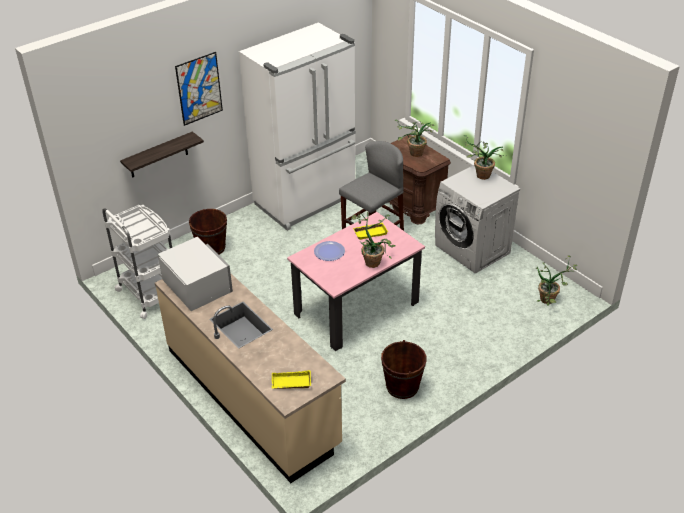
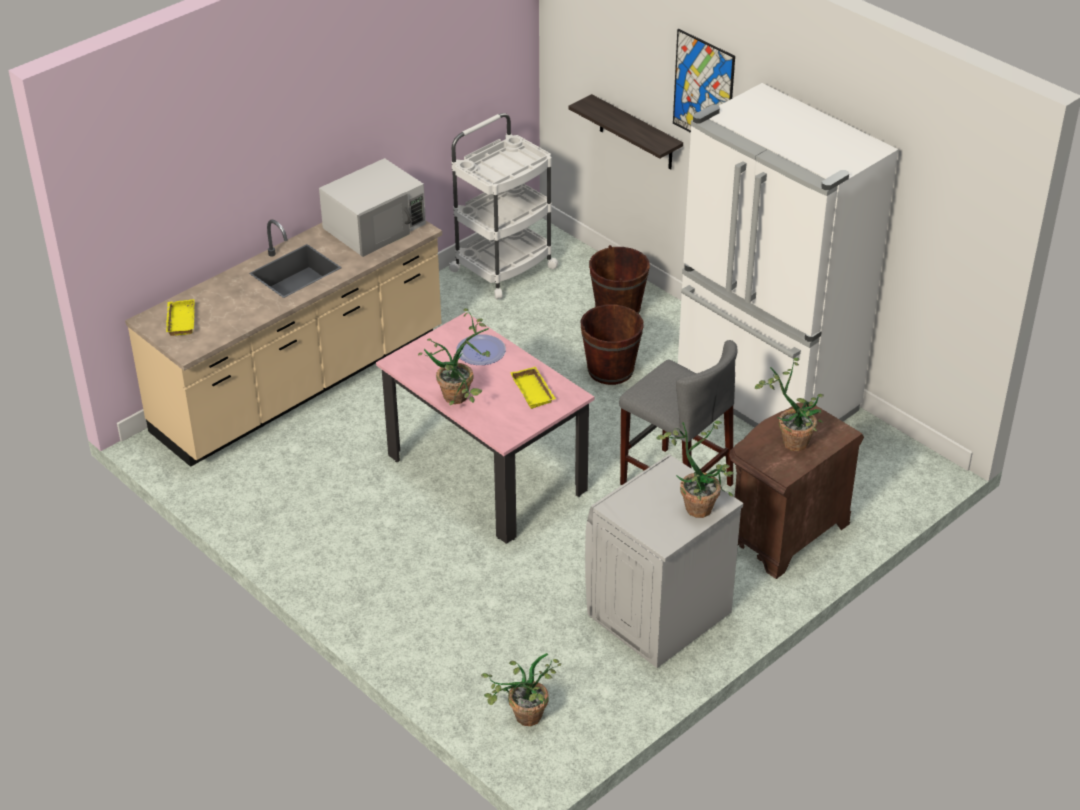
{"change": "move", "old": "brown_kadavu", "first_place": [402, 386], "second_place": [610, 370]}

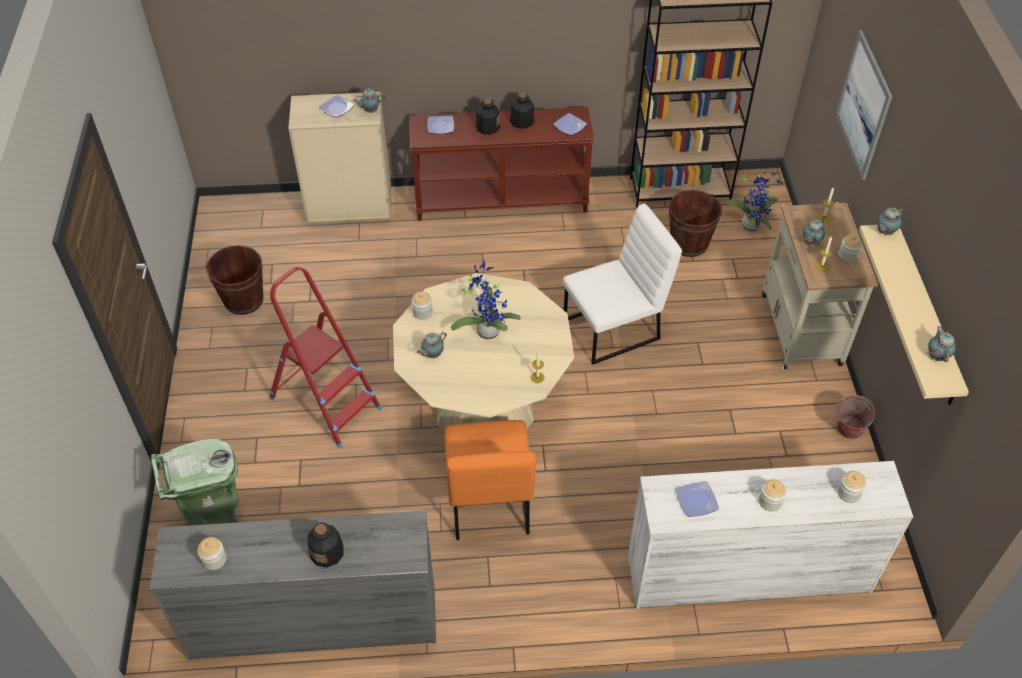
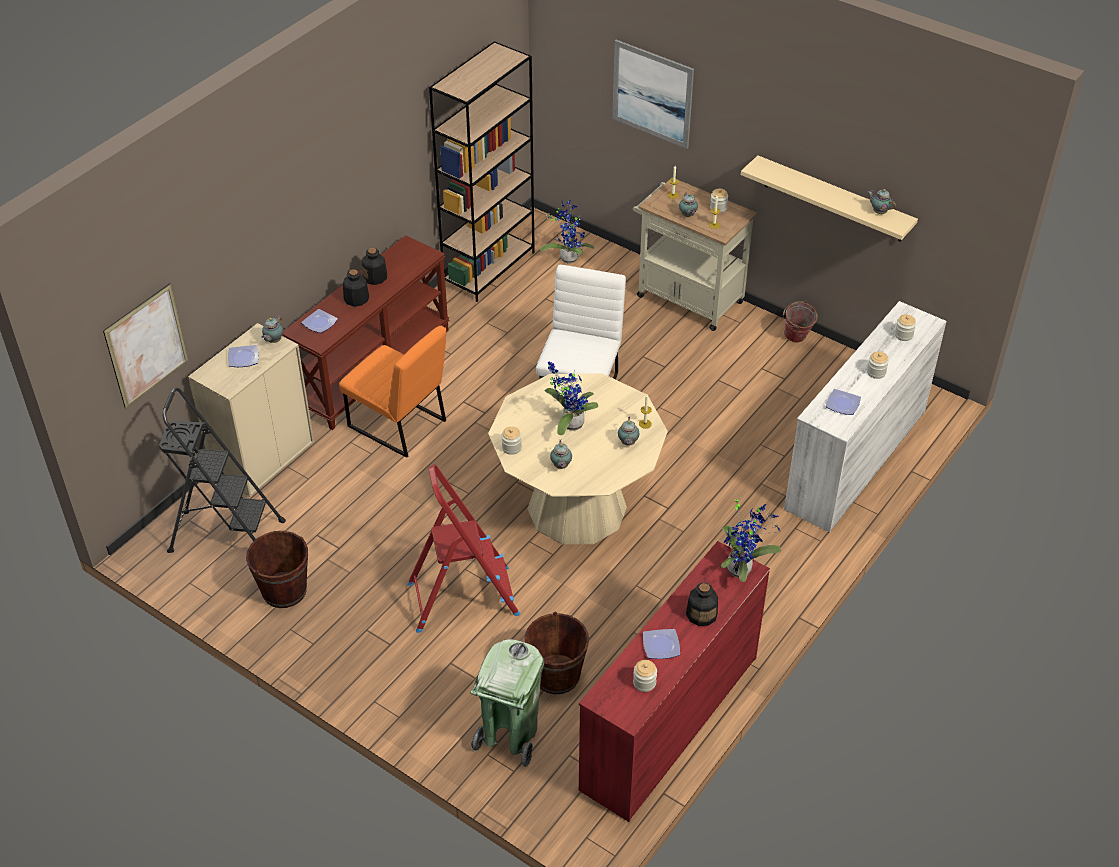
{"change": "move", "old": "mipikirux", "first_place": [570, 126], "second_place": [661, 645]}
{"change": "move", "old": "brown_kadavu", "first_place": [689, 243], "second_place": [556, 675]}
{"change": "move", "old": "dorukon", "first_place": [884, 232], "second_place": [627, 443]}
{"change": "move", "old": "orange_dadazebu", "first_place": [489, 502], "second_place": [399, 425]}
{"change": "recolor", "old": "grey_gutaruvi", "new": "red_gutaruvi", "first_place": [313, 622], "second_place": [668, 722]}
{"change": "insert", "new": "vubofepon", "second_place": [146, 345]}
{"change": "insert", "new": "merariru", "second_place": [225, 535]}
{"change": "insert", "new": "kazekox", "second_place": [742, 568]}

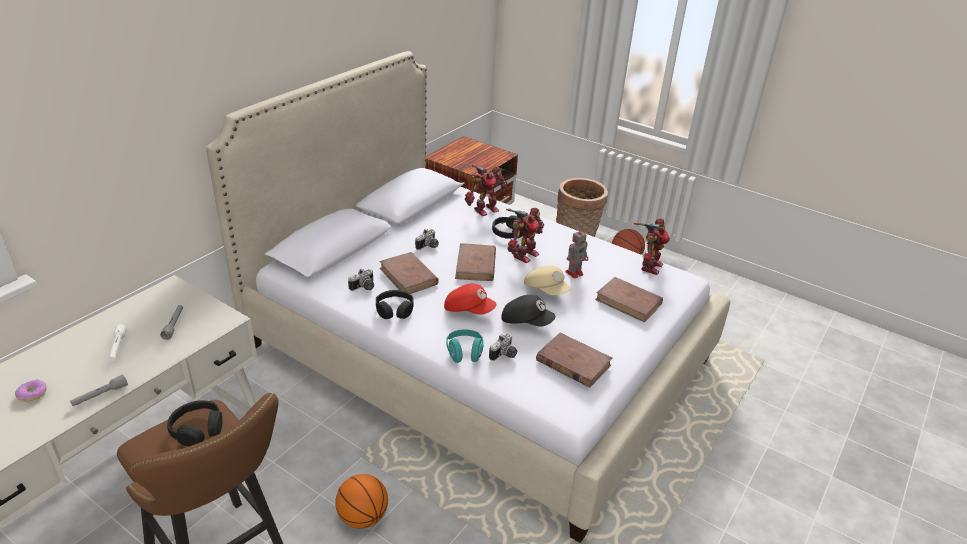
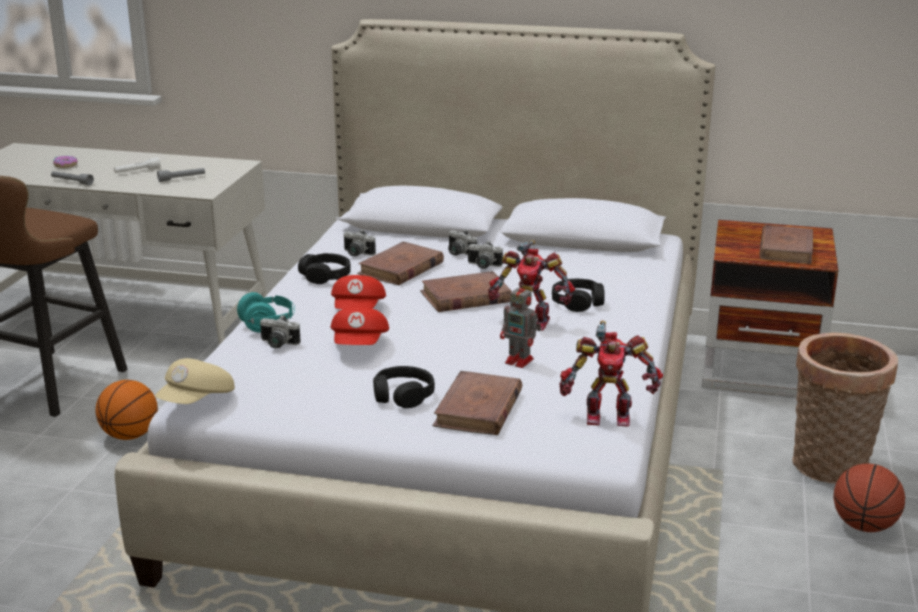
{"change": "delete", "old": "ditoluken", "first_place": [485, 209]}
{"change": "move", "old": "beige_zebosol", "first_place": [546, 290], "second_place": [197, 401]}
{"change": "recolor", "old": "black_zebosol", "new": "red_zebosol", "first_place": [526, 321], "second_place": [360, 345]}
{"change": "move", "old": "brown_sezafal", "first_place": [573, 363], "second_place": [786, 249]}
{"change": "move", "old": "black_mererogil", "first_place": [197, 429], "second_place": [403, 395]}
{"change": "insert", "new": "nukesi", "second_place": [458, 253]}

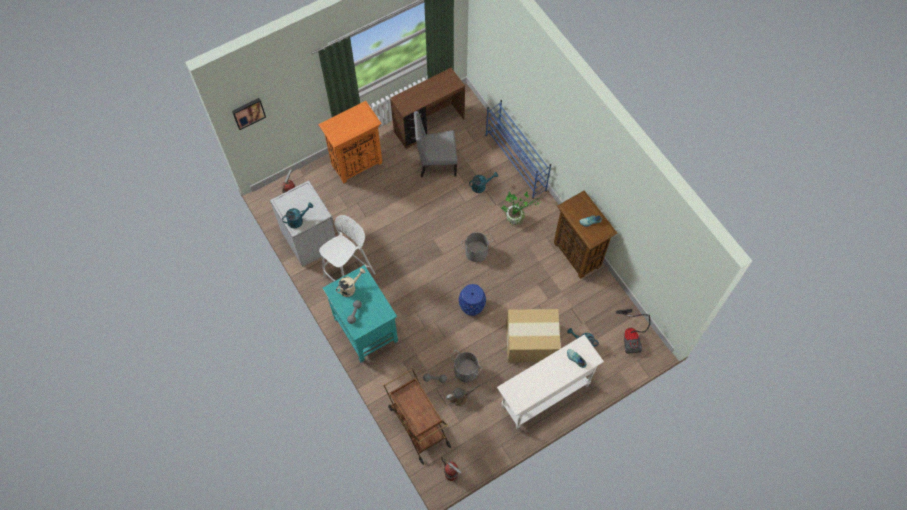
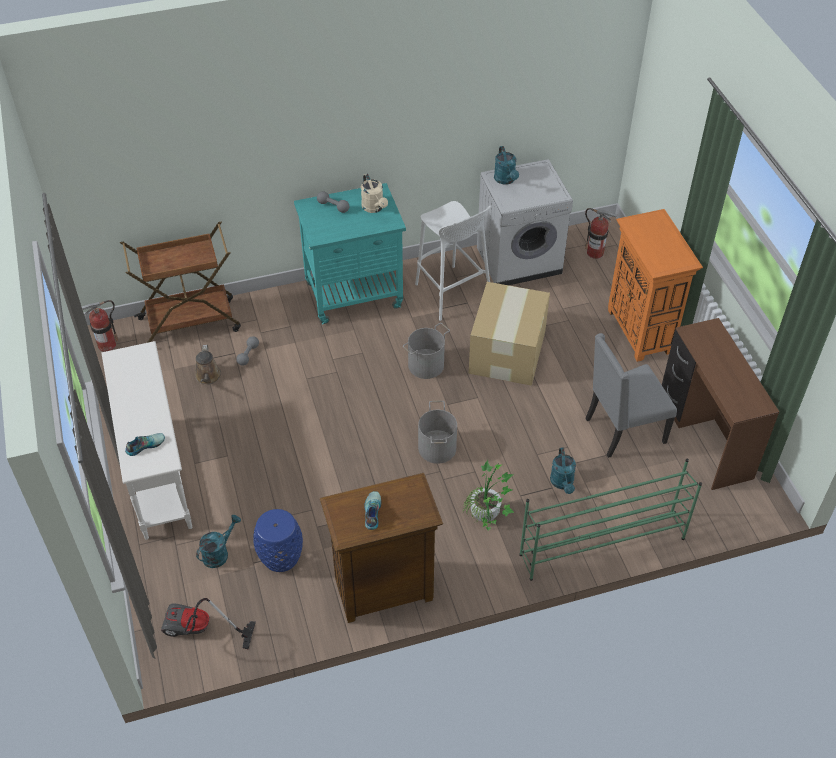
{"change": "delete", "old": "vubofepon", "first_place": [248, 112]}
{"change": "recolor", "old": "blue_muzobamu", "new": "green_muzobamu", "first_place": [515, 163], "second_place": [601, 546]}
{"change": "rotate", "old": "grey_dadazebu", "first_place": [436, 163], "second_place": [623, 430], "degrees": -120}
{"change": "move", "old": "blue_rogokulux", "first_place": [472, 306], "second_place": [280, 557]}
{"change": "move", "old": "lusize", "first_place": [530, 342], "second_place": [508, 351]}
{"change": "move", "old": "grey_kadavu", "first_place": [466, 370], "second_place": [426, 365]}

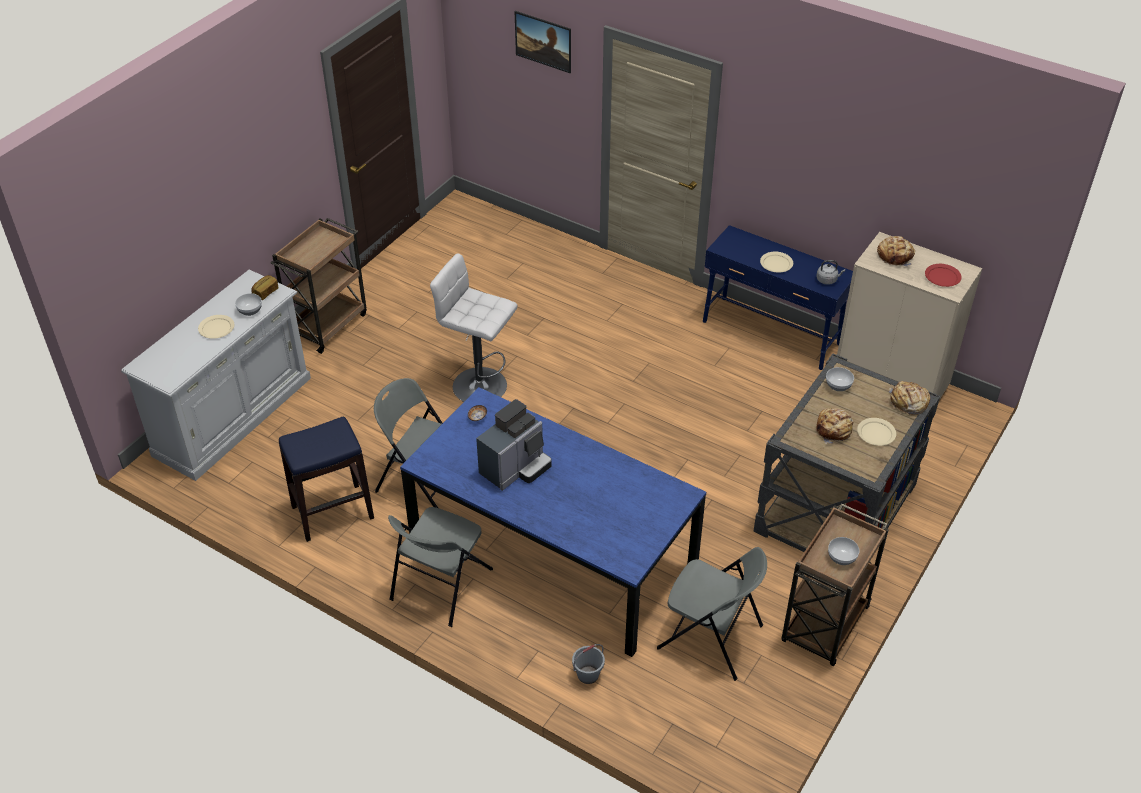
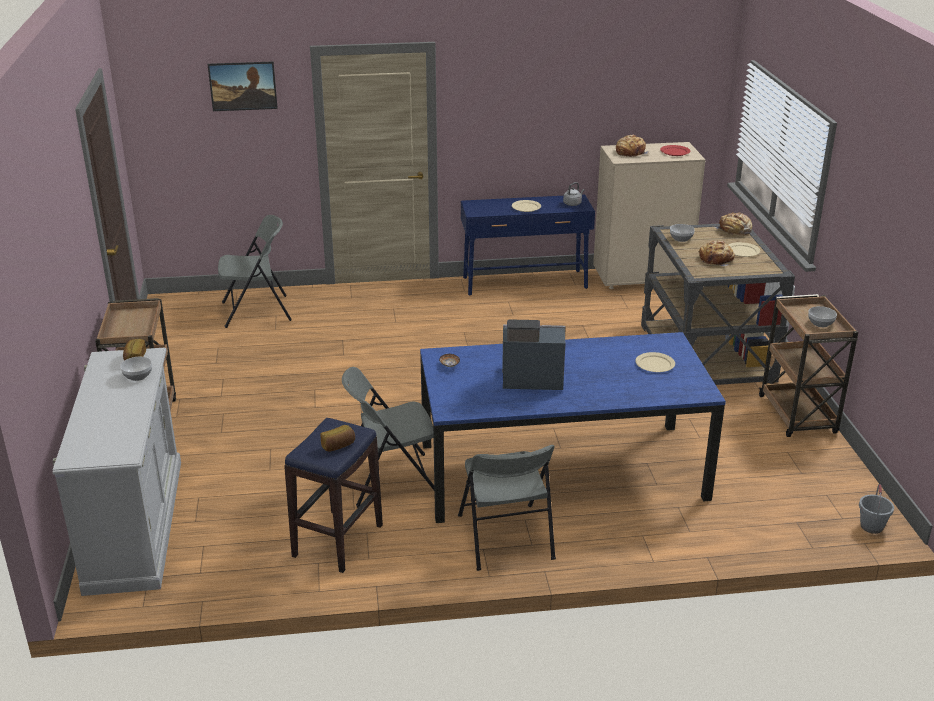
{"change": "delete", "old": "white_rogokulux", "first_place": [479, 385]}
{"change": "move", "old": "beige_mipikirux", "first_place": [217, 328], "second_place": [655, 364]}
{"change": "rotate", "old": "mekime", "first_place": [516, 468], "second_place": [529, 380], "degrees": -90}
{"change": "move", "old": "grey_dadazebu", "first_place": [710, 637], "second_place": [256, 311]}
{"change": "move", "old": "grey_kadavu", "first_place": [588, 675], "second_place": [872, 526]}
{"change": "insert", "new": "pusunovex", "second_place": [338, 446]}

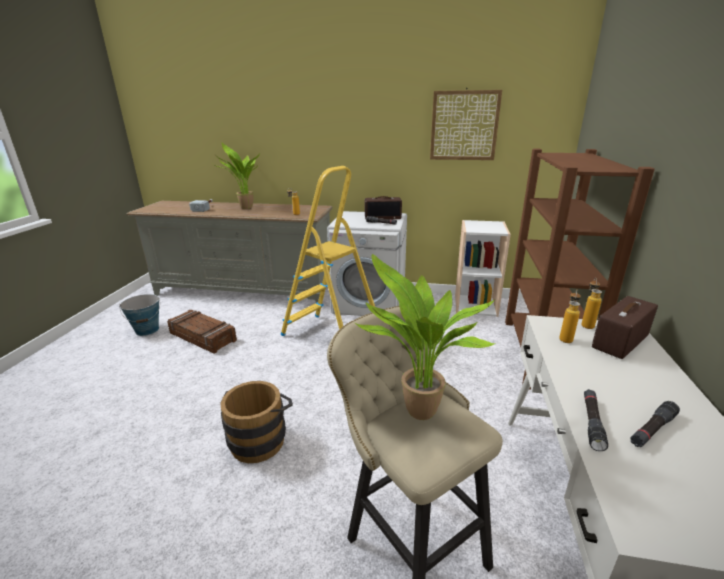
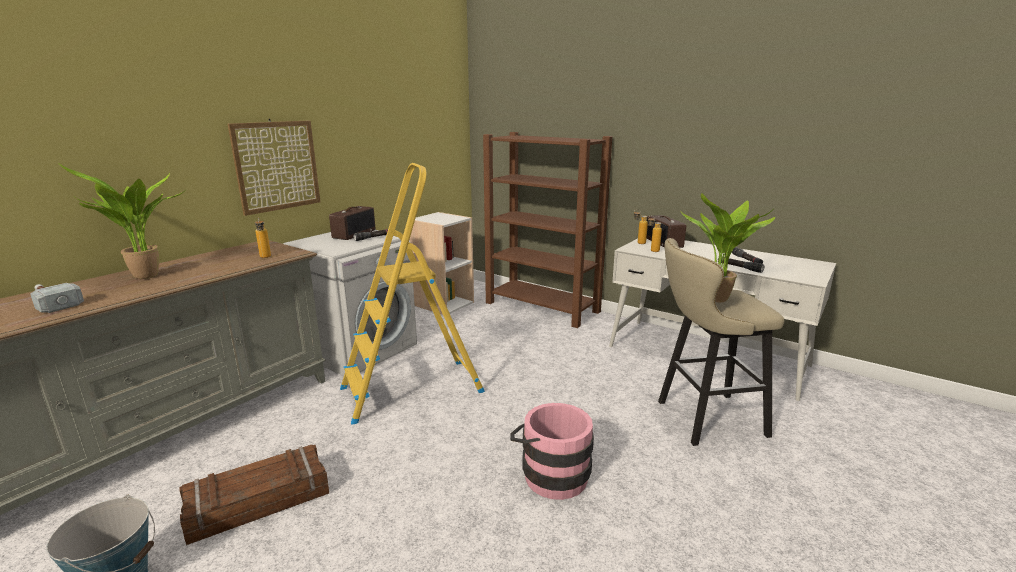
{"change": "move", "old": "vubofepon", "first_place": [464, 124], "second_place": [276, 164]}
{"change": "recolor", "old": "brown_kadavu", "new": "pink_kadavu", "first_place": [261, 438], "second_place": [551, 473]}

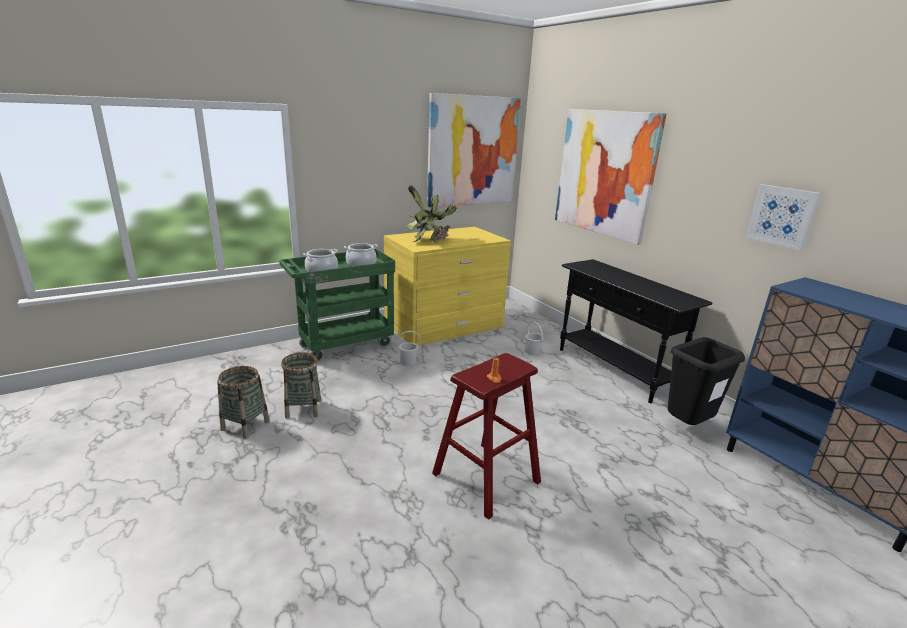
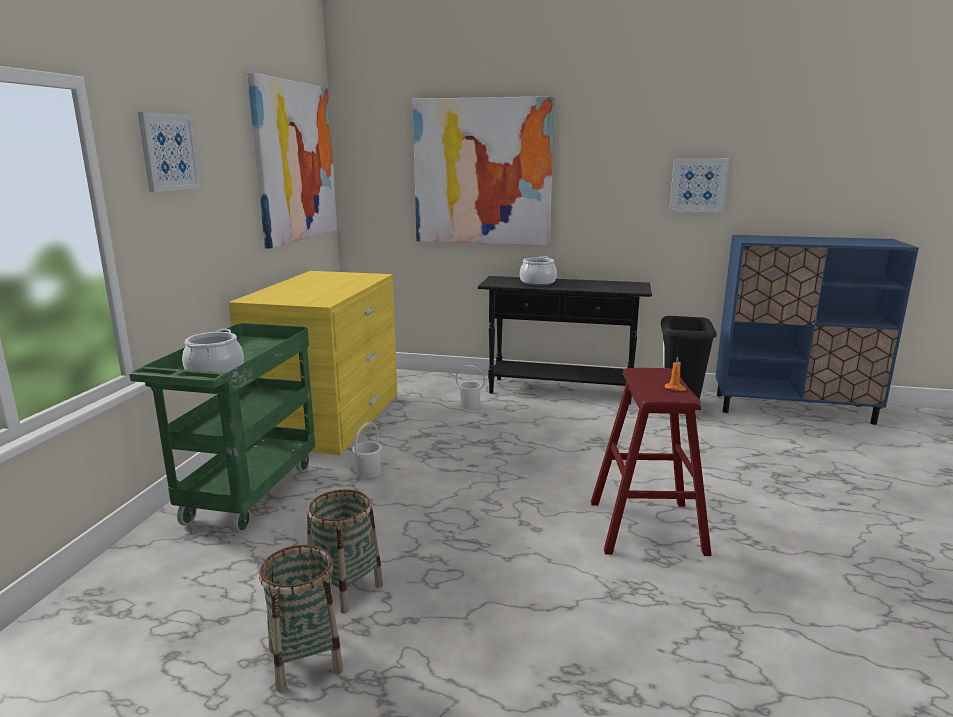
{"change": "delete", "old": "kazekox", "first_place": [430, 240]}
{"change": "move", "old": "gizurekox", "first_place": [361, 265], "second_place": [538, 283]}
{"change": "insert", "new": "vubofepon", "second_place": [168, 152]}

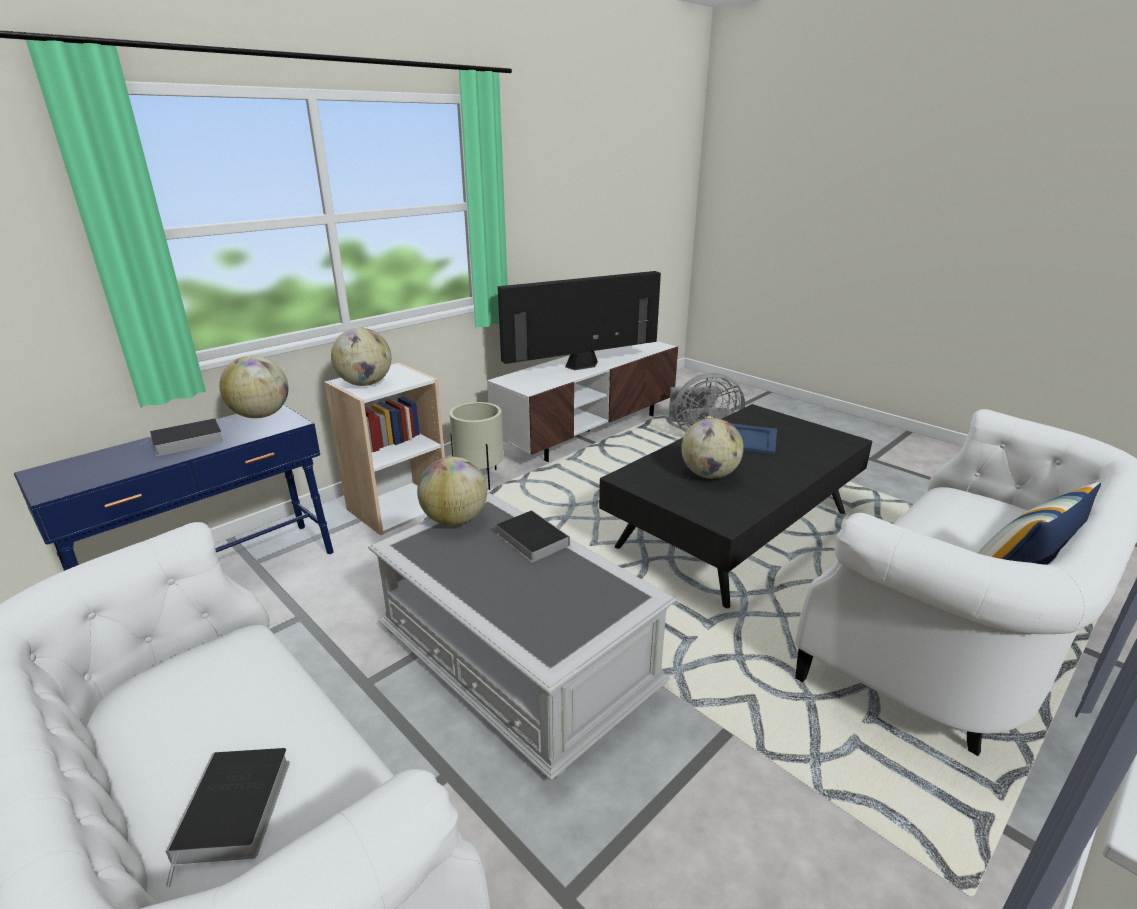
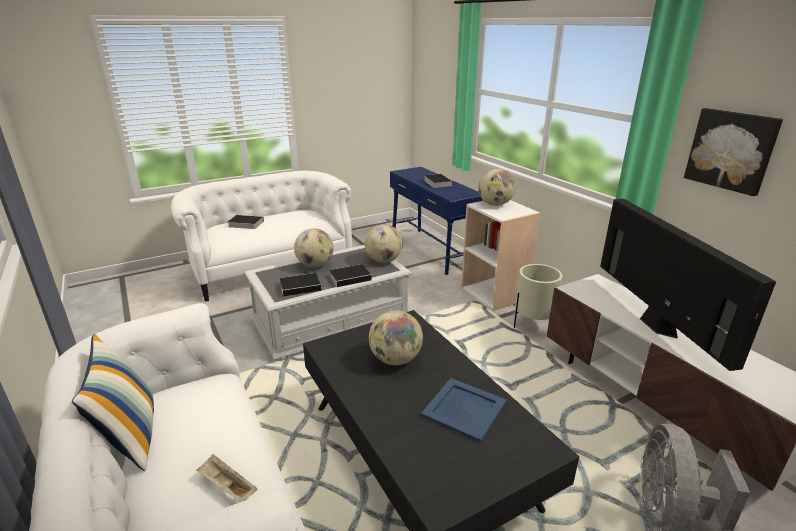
{"change": "move", "old": "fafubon", "first_place": [261, 415], "second_place": [315, 265]}
{"change": "insert", "new": "vubofepon", "second_place": [731, 150]}
{"change": "insert", "new": "sezafal", "second_place": [301, 287]}
{"change": "insert", "new": "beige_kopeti", "second_place": [227, 487]}

